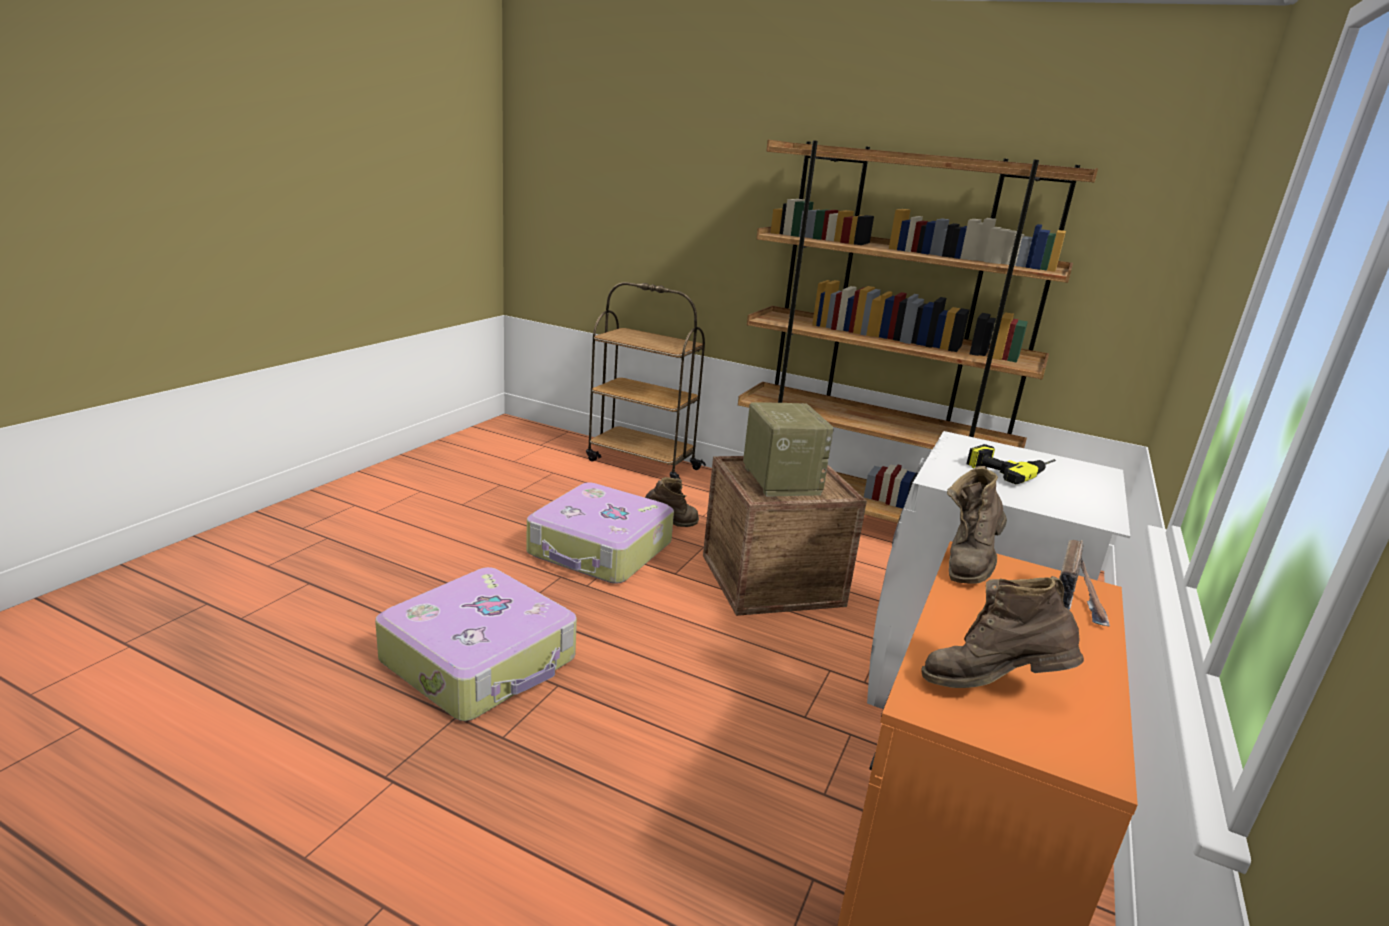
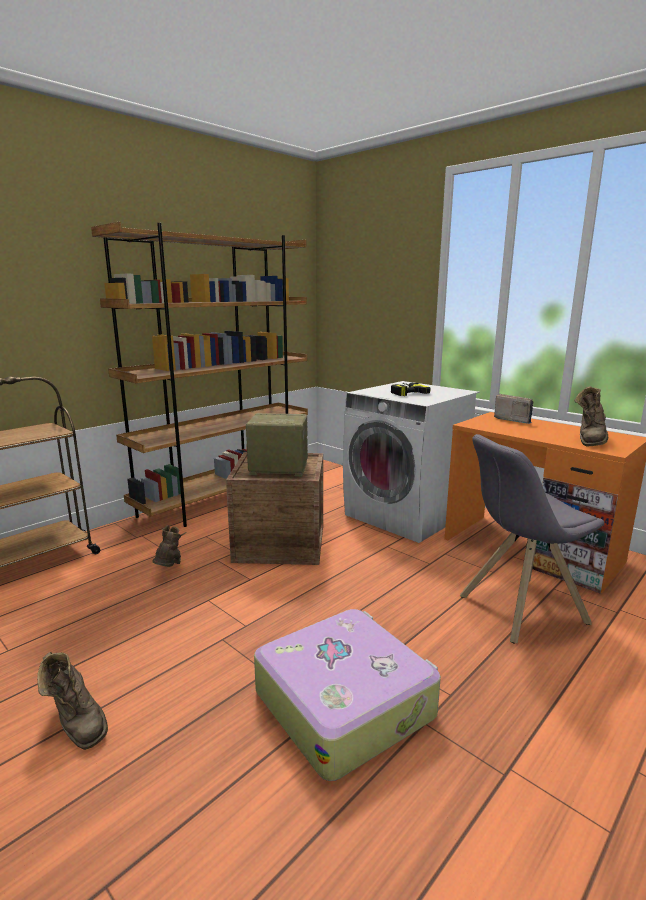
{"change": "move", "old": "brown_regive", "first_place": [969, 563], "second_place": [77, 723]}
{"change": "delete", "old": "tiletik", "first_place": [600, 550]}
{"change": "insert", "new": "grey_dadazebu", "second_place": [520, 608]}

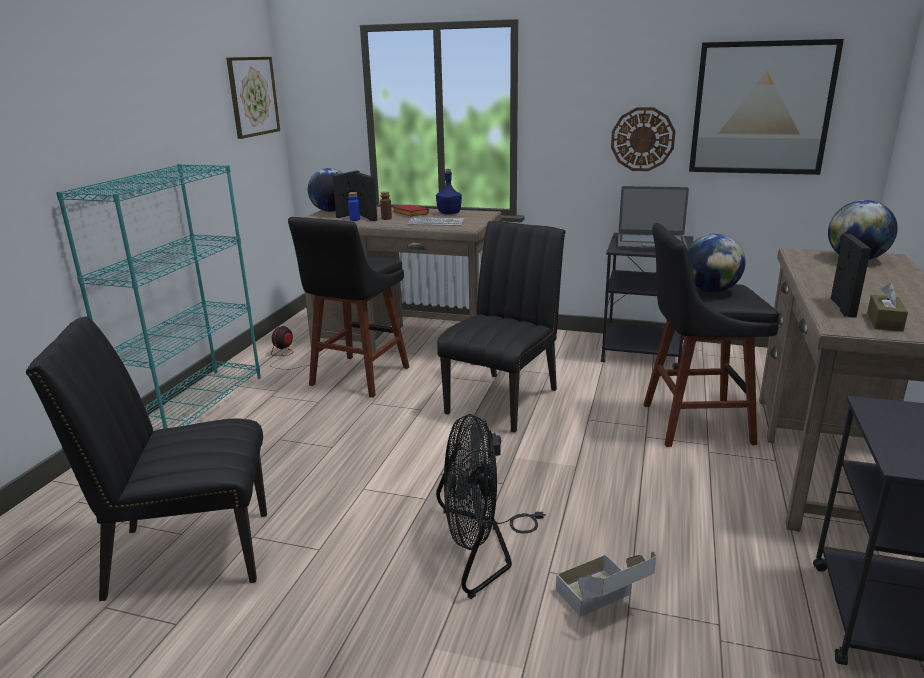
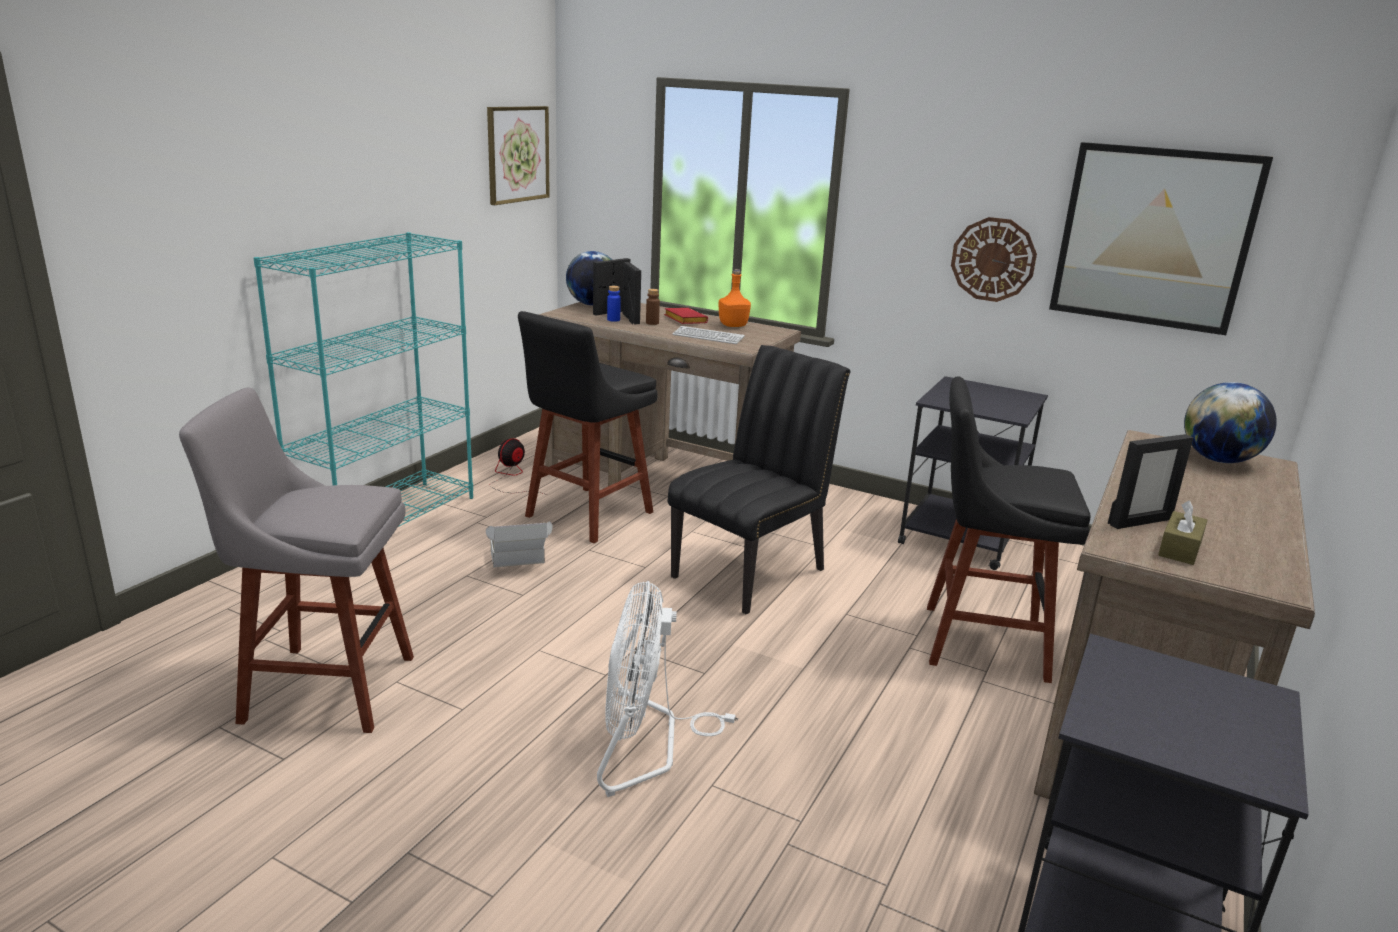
{"change": "recolor", "old": "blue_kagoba", "new": "orange_kagoba", "first_place": [449, 213], "second_place": [733, 325]}
{"change": "delete", "old": "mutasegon", "first_place": [651, 244]}
{"change": "delete", "old": "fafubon", "first_place": [710, 291]}
{"change": "rotate", "old": "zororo", "first_place": [841, 307], "second_place": [1140, 521], "degrees": 45}
{"change": "replace", "old": "black_dadazebu", "new": "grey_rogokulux", "first_place": [191, 554], "second_place": [325, 687]}
{"change": "recolor", "old": "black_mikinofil", "new": "white_mikinofil", "first_place": [482, 544], "second_place": [648, 738]}
{"change": "move", "old": "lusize", "first_place": [603, 603], "second_place": [518, 564]}

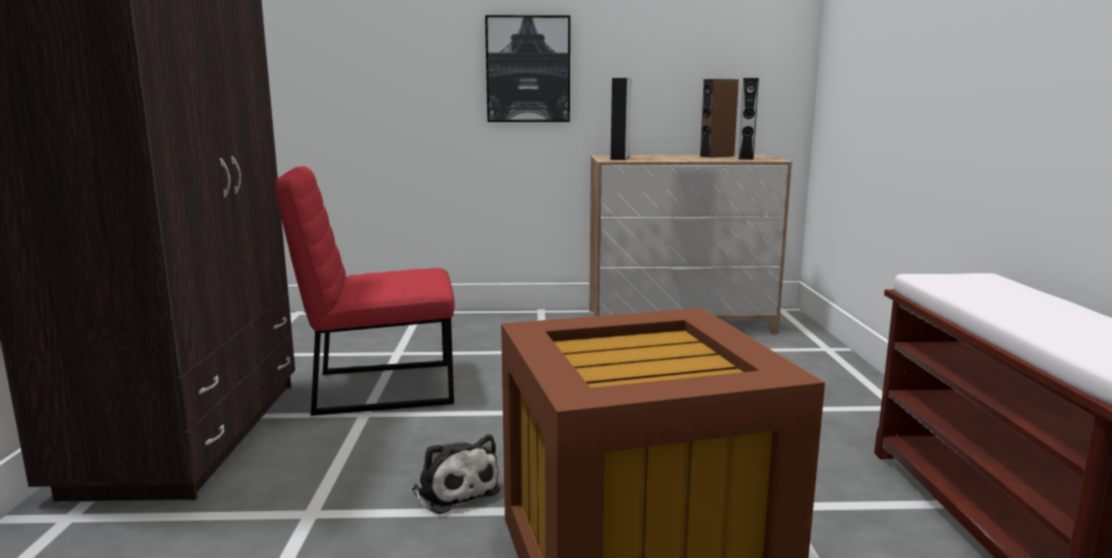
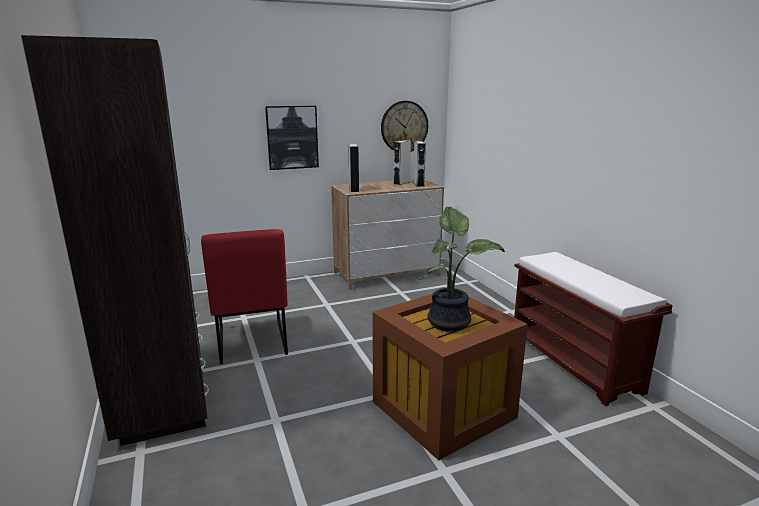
{"change": "recolor", "old": "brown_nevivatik", "new": "grey_nevivatik", "first_place": [717, 156], "second_place": [401, 183]}
{"change": "rotate", "old": "red_dadazebu", "first_place": [379, 387], "second_place": [251, 342], "degrees": -75}
{"change": "delete", "old": "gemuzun", "first_place": [454, 489]}
{"change": "insert", "new": "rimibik", "second_place": [404, 127]}
{"change": "insert", "new": "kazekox", "second_place": [450, 322]}

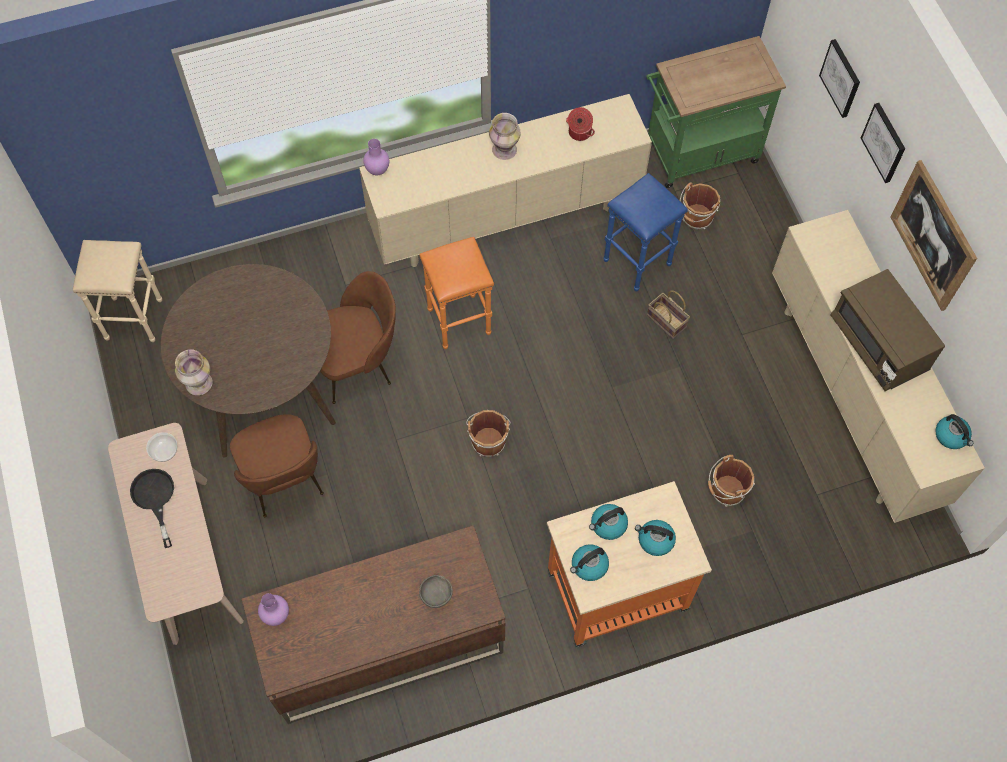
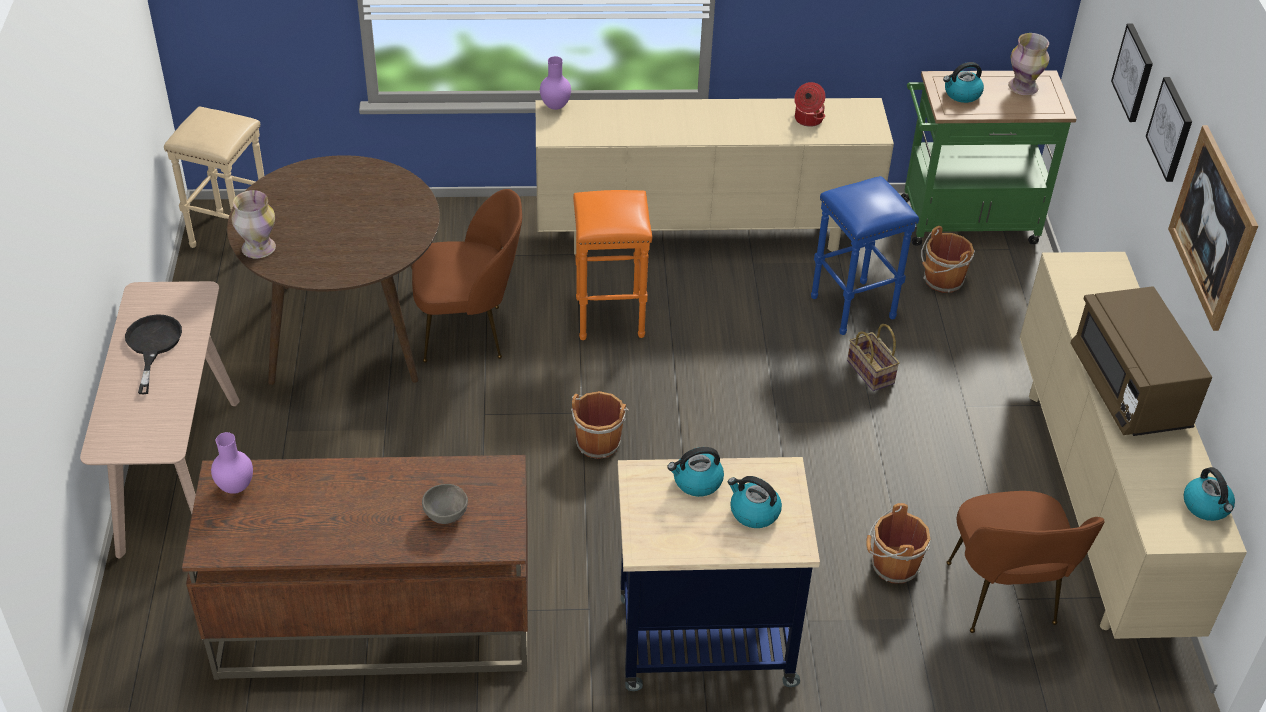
{"change": "move", "old": "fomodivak", "first_place": [505, 150], "second_place": [1023, 87]}
{"change": "move", "old": "brown_dadazebu", "first_place": [285, 485], "second_place": [1003, 602]}
{"change": "delete", "old": "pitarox", "first_place": [164, 451]}
{"change": "recolor", "old": "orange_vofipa", "new": "blue_vofipa", "first_place": [616, 593], "second_place": [704, 643]}
{"change": "move", "old": "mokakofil", "first_place": [589, 566], "second_place": [961, 94]}

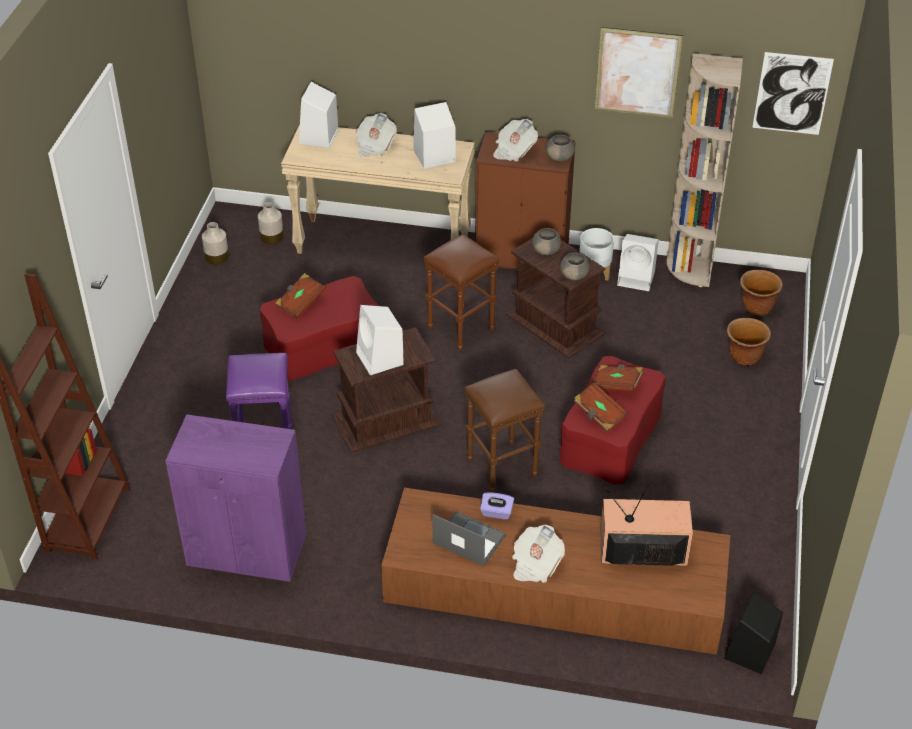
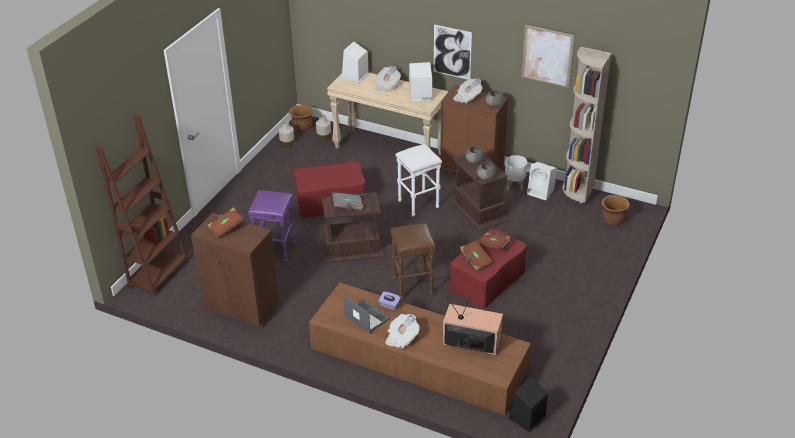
{"change": "move", "old": "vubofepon", "first_place": [792, 93], "second_place": [452, 52]}
{"change": "recolor", "old": "brown_rogokulux", "new": "white_rogokulux", "first_place": [461, 328], "second_place": [418, 204]}
{"change": "move", "old": "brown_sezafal", "first_place": [300, 303], "second_place": [226, 228]}
{"change": "replace", "old": "white_nevivatik", "new": "grey_sezafal", "first_place": [380, 359], "second_place": [347, 206]}
{"change": "move", "old": "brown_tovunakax", "first_place": [744, 357], "second_place": [302, 127]}
{"change": "recolor", "old": "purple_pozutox", "new": "brown_pozutox", "first_place": [246, 556], "second_place": [241, 309]}

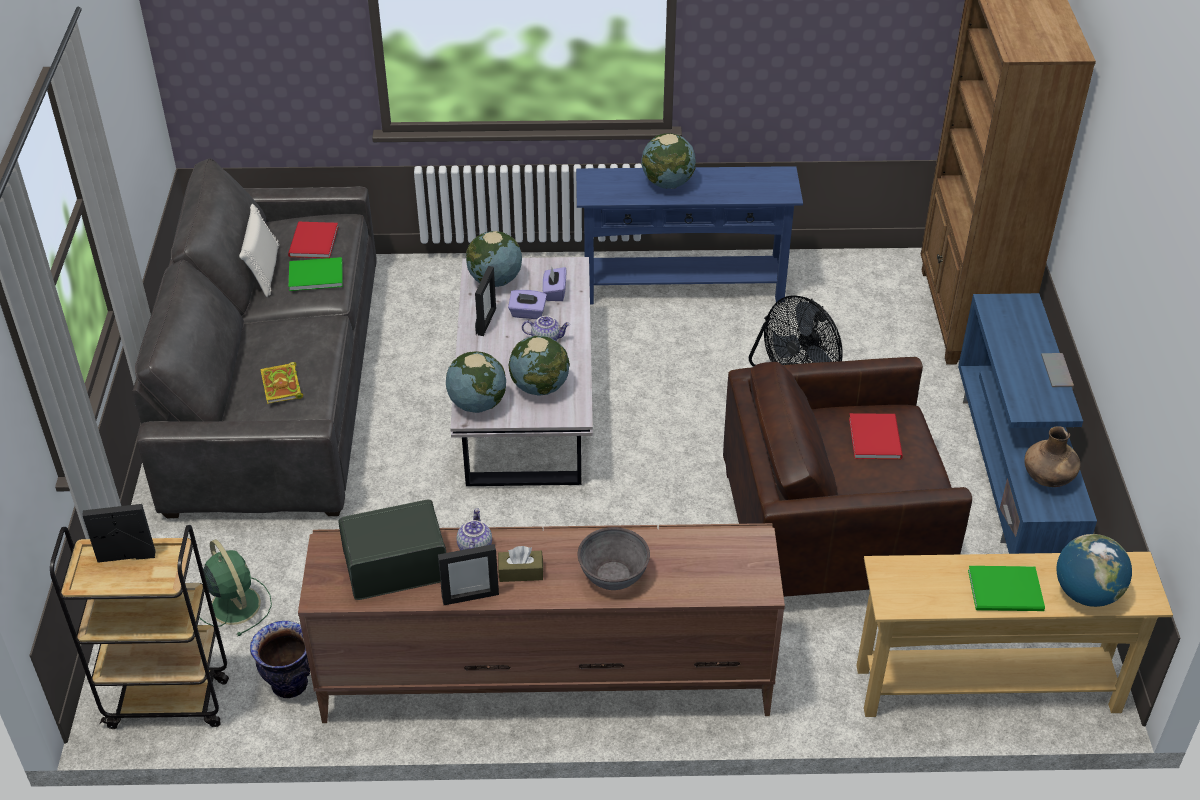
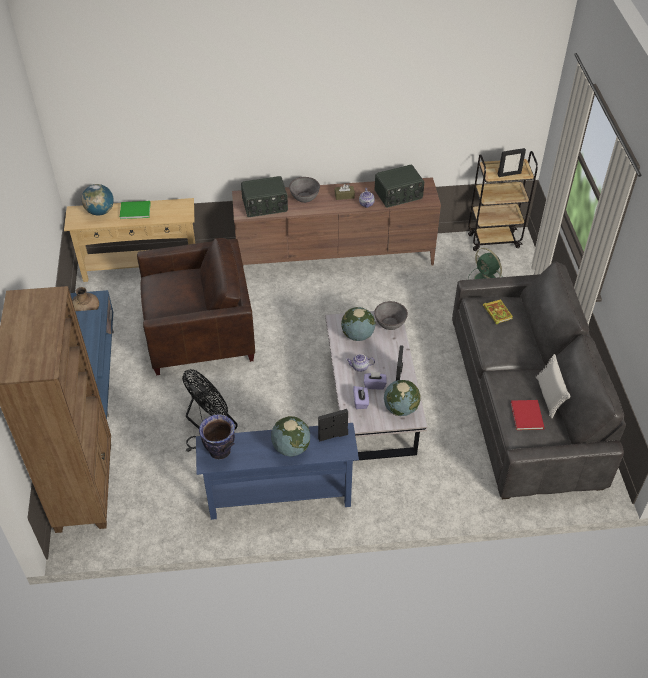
{"change": "delete", "old": "green_sezafal", "first_place": [314, 275]}
{"change": "replace", "old": "fafubon", "new": "grey_pitarox", "first_place": [477, 404], "second_place": [390, 323]}
{"change": "delete", "old": "red_sezafal", "first_place": [876, 436]}
{"change": "move", "old": "zororo", "first_place": [470, 596], "second_place": [333, 436]}
{"change": "move", "old": "fomodivak", "first_place": [290, 684], "second_place": [219, 451]}
{"change": "insert", "new": "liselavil", "second_place": [265, 206]}

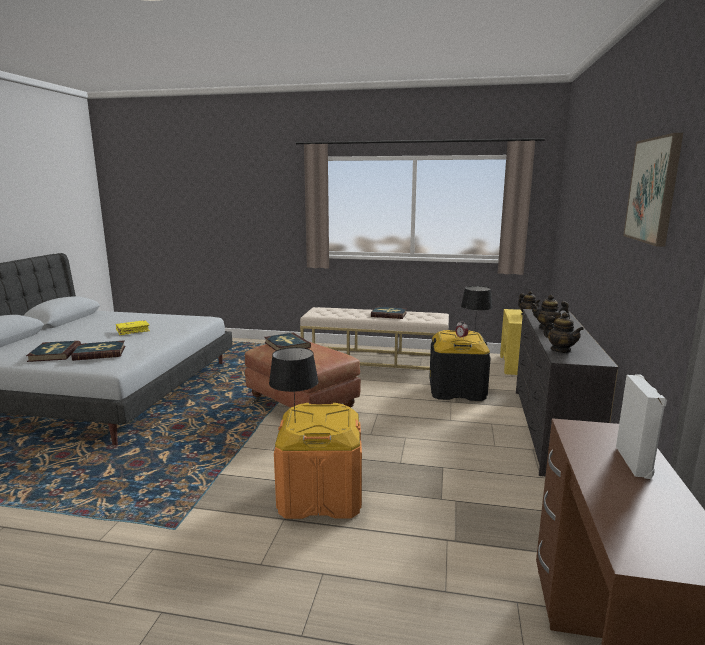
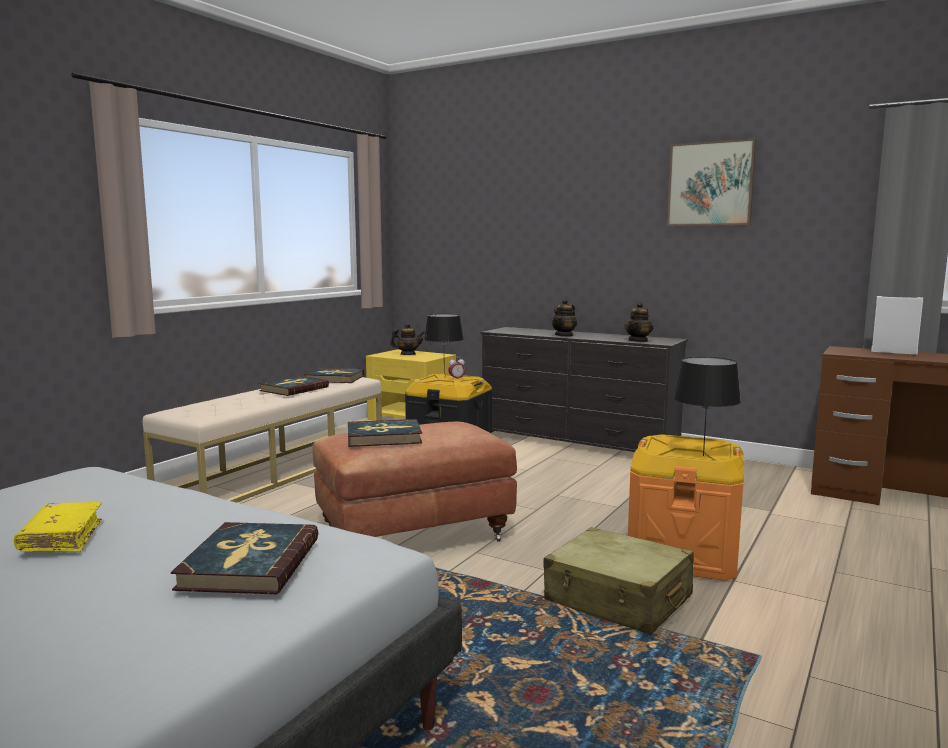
{"change": "rotate", "old": "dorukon", "first_place": [560, 350], "second_place": [638, 341], "degrees": 135}
{"change": "move", "old": "sezafal", "first_place": [54, 353], "second_place": [334, 378]}
{"change": "insert", "new": "beige_tiletik", "second_place": [618, 599]}

